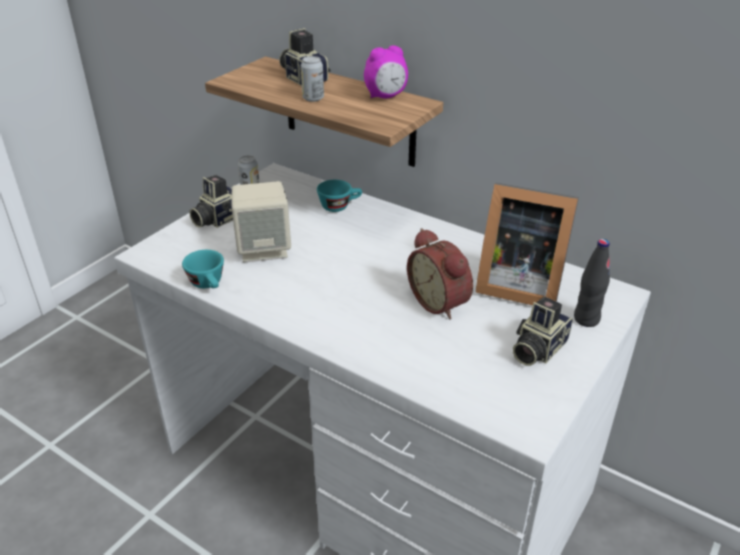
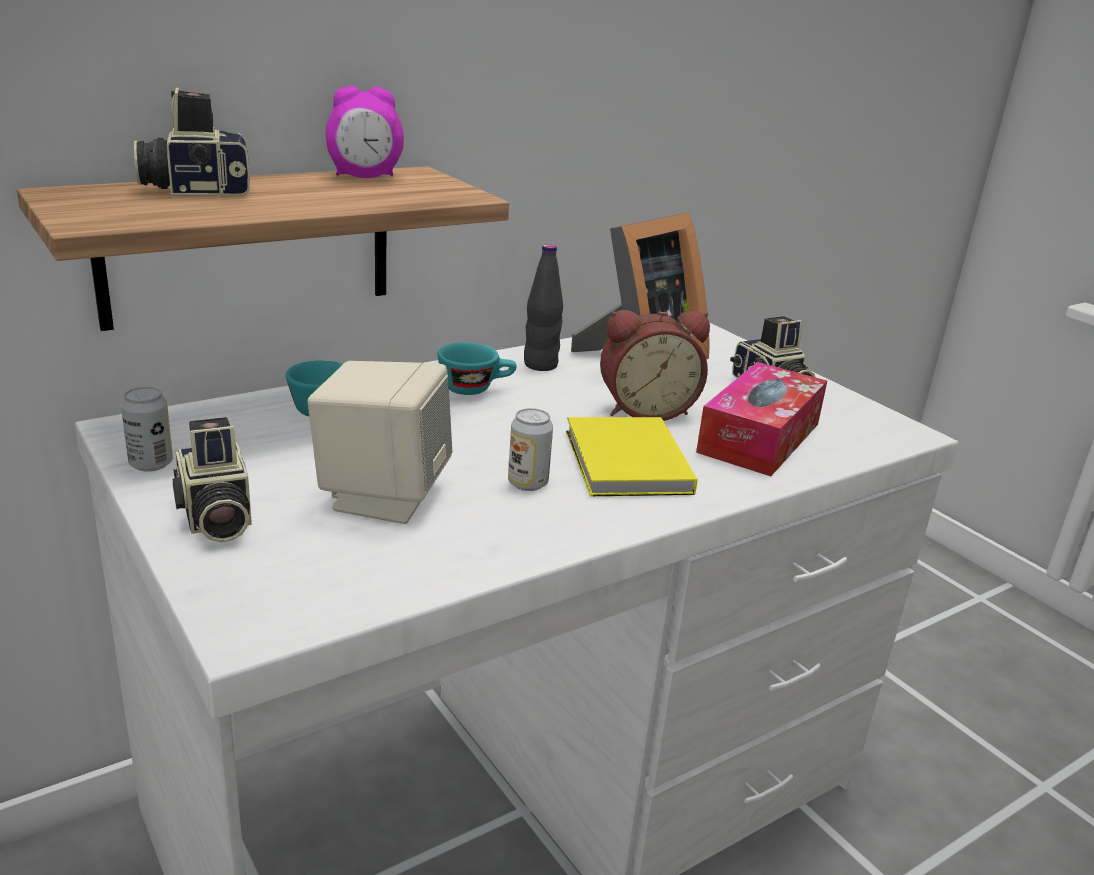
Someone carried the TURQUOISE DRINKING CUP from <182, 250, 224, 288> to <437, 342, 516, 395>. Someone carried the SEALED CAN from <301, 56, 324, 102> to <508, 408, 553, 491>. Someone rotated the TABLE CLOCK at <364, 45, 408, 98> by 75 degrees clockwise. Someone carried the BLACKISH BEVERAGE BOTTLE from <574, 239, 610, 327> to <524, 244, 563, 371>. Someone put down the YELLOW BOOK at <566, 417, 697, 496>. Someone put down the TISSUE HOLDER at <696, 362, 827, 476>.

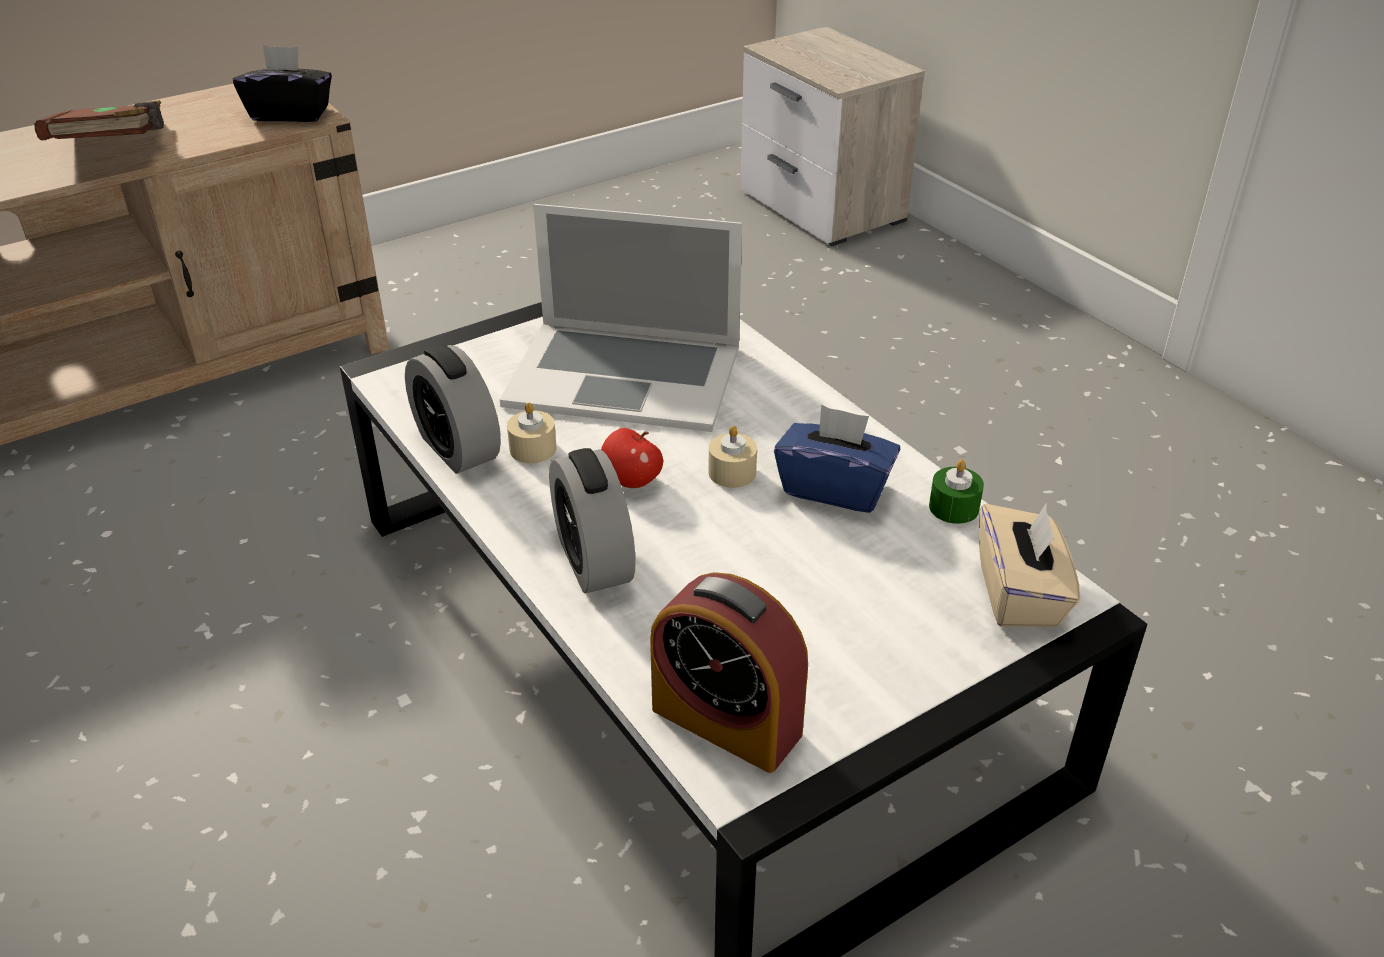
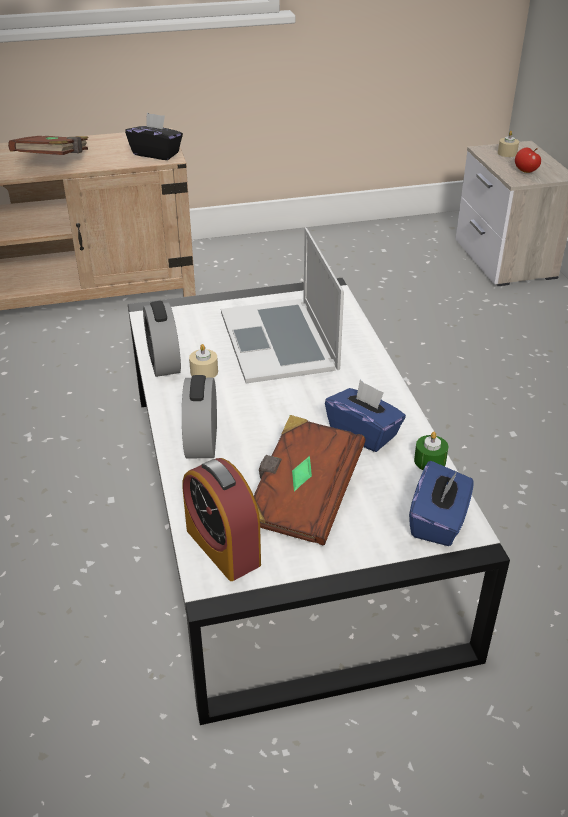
Someone rotated the PORTABLE COMPUTER at <500, 204, 742, 432> by 45 degrees clockwise. Someone carried the APPLE from <601, 428, 663, 488> to <515, 147, 541, 173>. Someone carried the BEIGE WAX LIGHT from <708, 426, 757, 488> to <498, 131, 519, 157>. Someone repainted the BEIGE TISSUE HOLDER at <979, 503, 1080, 627>, which became the BLUISH TISSUE HOLDER at <409, 461, 474, 546>. Someone put down the BROWN BOOK at <254, 415, 366, 545>.

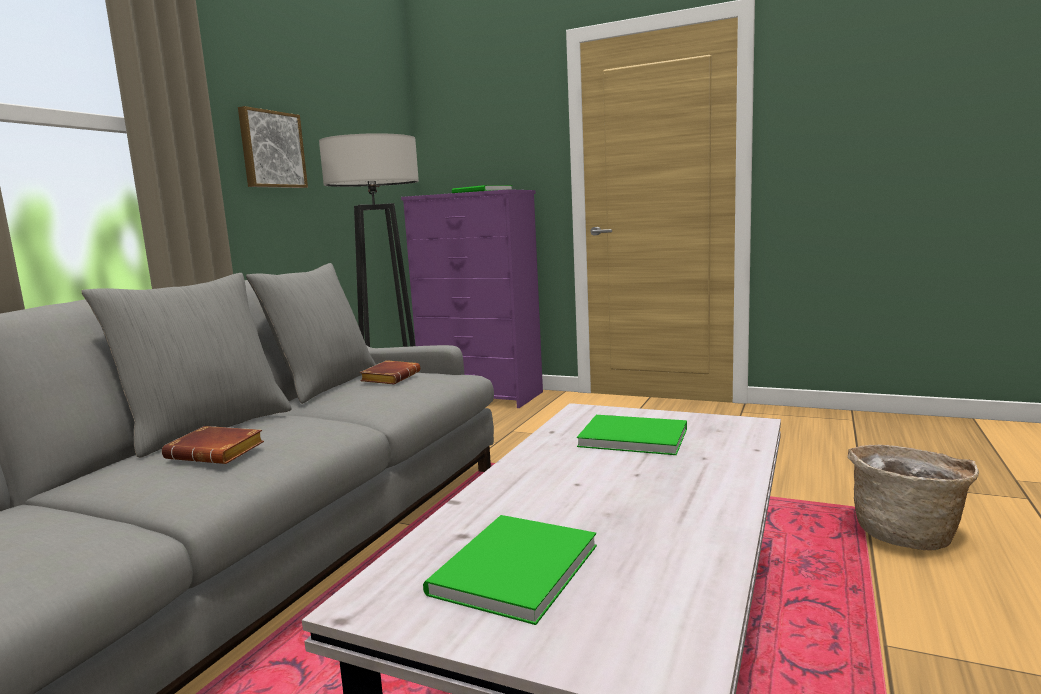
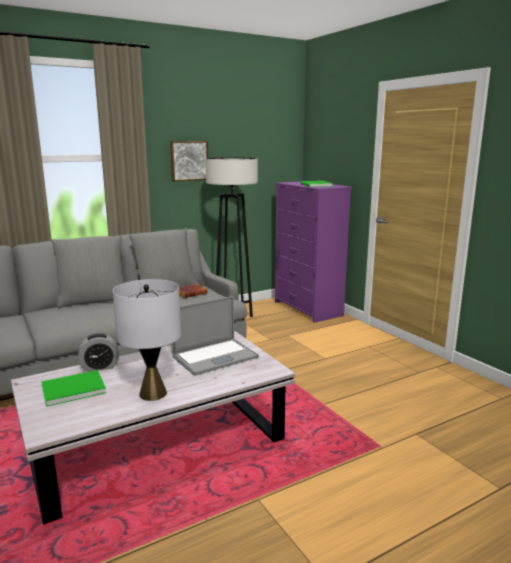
Someone took away the BROWN BOOK at <162, 426, 264, 464>. Someone swapped the GREEN-COLOURED BOOK at <577, 415, 687, 455> for the PORTABLE COMPUTER at <171, 296, 259, 376>. Someone took away the BASKET at <847, 445, 979, 550>. Someone put down the TABLE CLOCK at <78, 333, 119, 372>. Someone put down the GREY TABLE LAMP at <113, 279, 181, 401>.

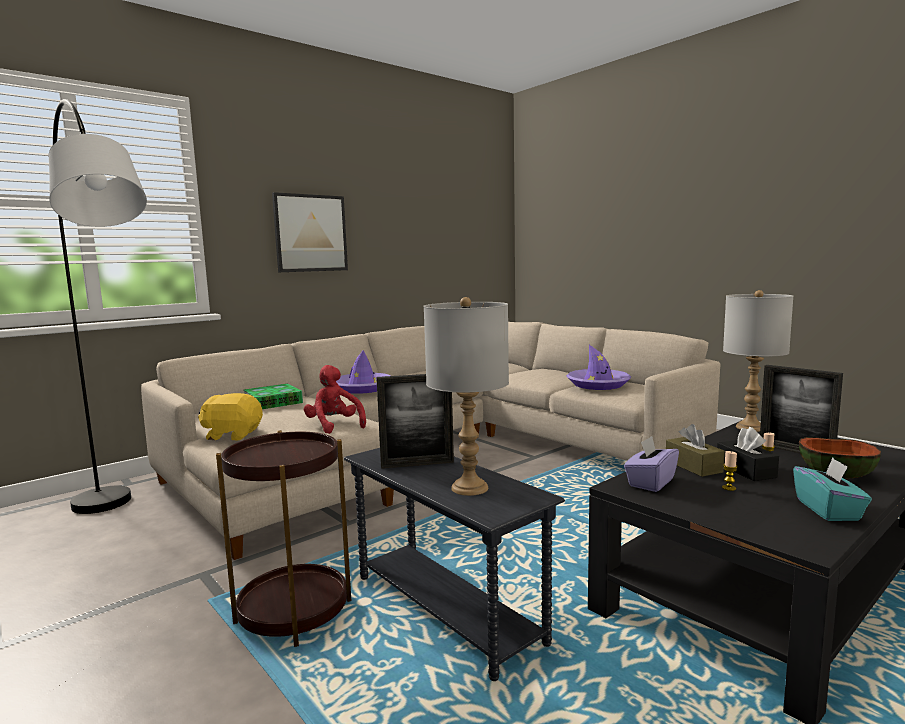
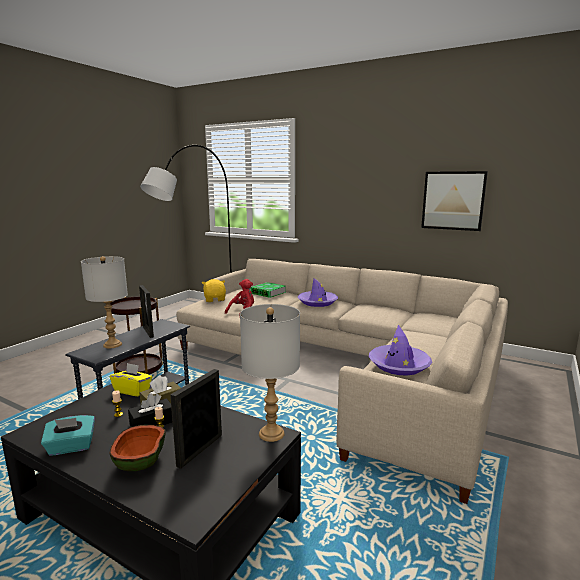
Someone carried the WALL PICTURE from <272, 192, 348, 272> to <421, 171, 488, 231>. Someone repainted the PURPLE-COLOURED TISSUE HOLDER at <624, 436, 679, 492>, which became the YELLOW TISSUE HOLDER at <110, 363, 152, 397>.

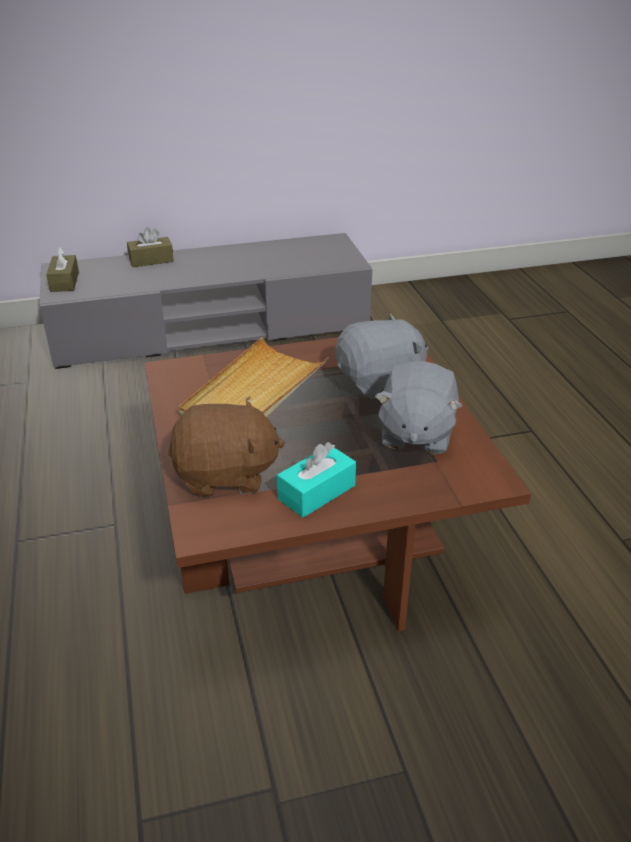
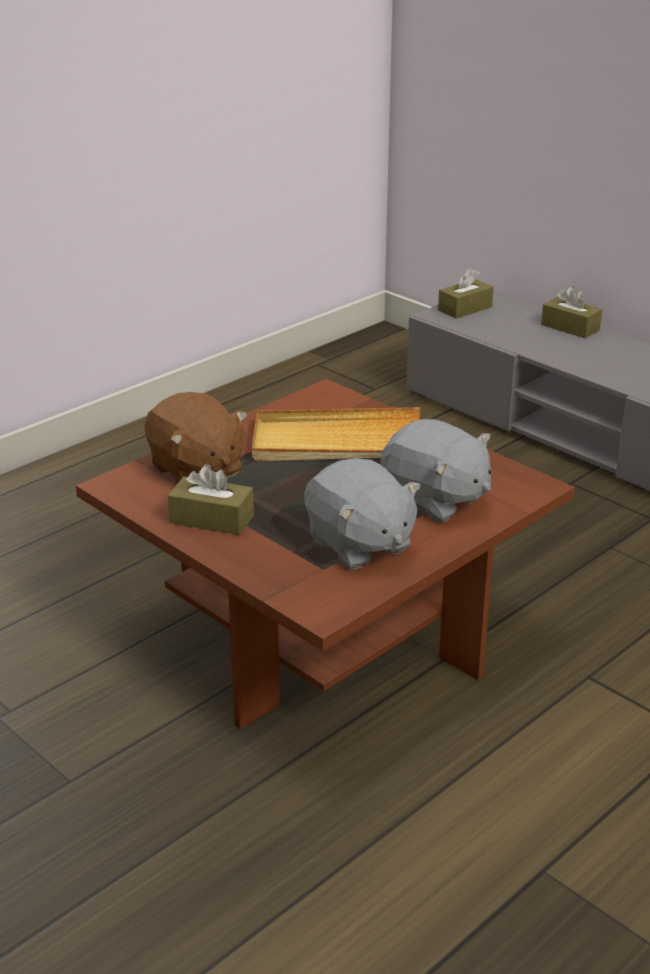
Someone repainted the TURQUOISE TISSUE HOLDER at <277, 442, 356, 518>, which became the BROWN TISSUE HOLDER at <168, 464, 254, 535>. Someone rotated the GREY SOFT TOY at <375, 361, 462, 454> by 105 degrees counterclockwise.

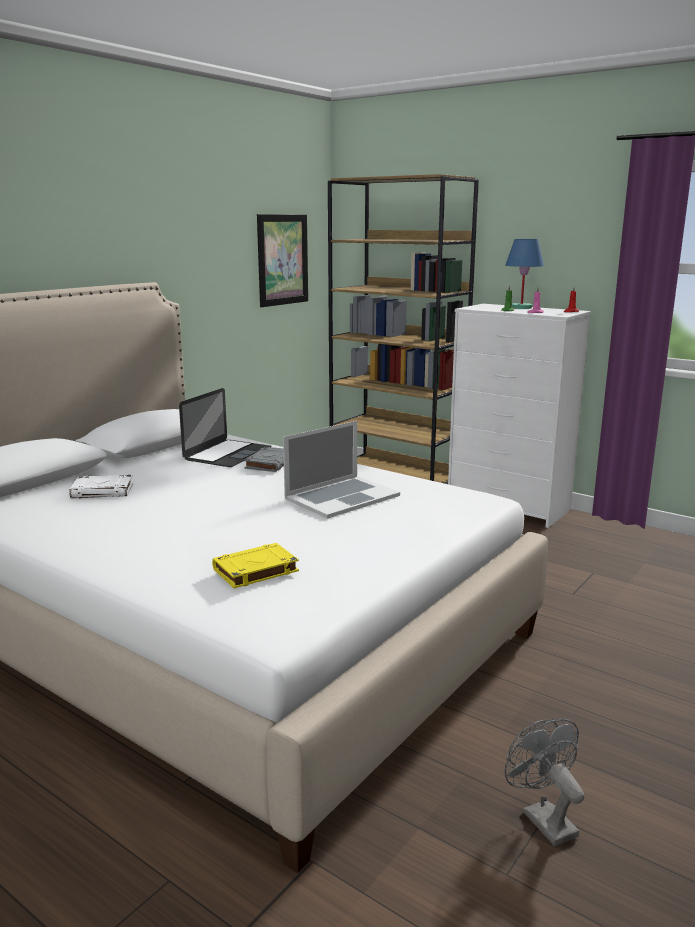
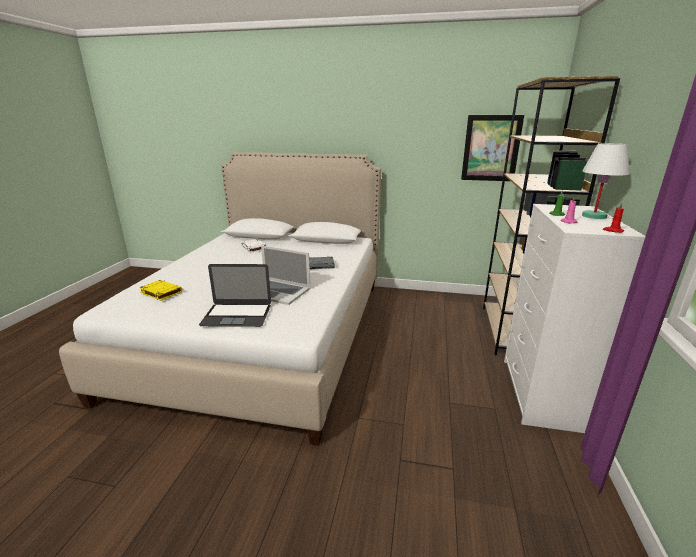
Someone carried the PORTABLE COMPUTER from <179, 388, 272, 467> to <199, 264, 271, 327>. Someone repainted the BLUISH TABLE LAMP at <505, 239, 544, 309>, which became the WHITISH TABLE LAMP at <582, 143, 630, 219>. Someone took away the GREY COOLING FAN at <505, 719, 585, 846>.

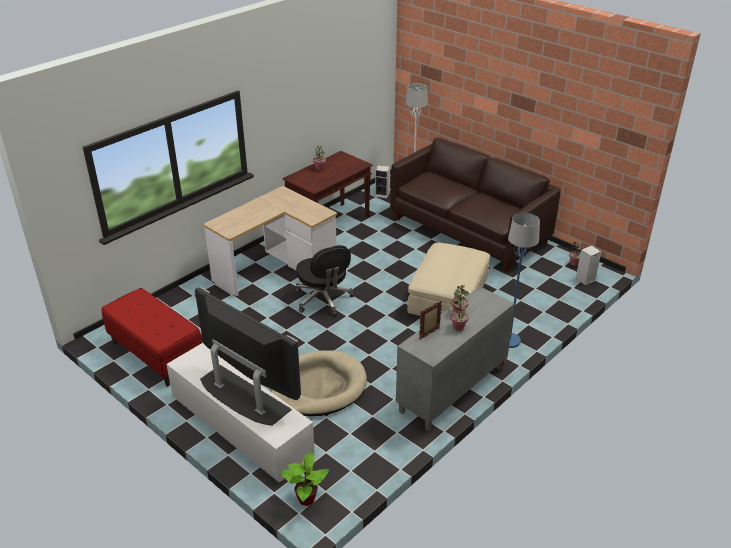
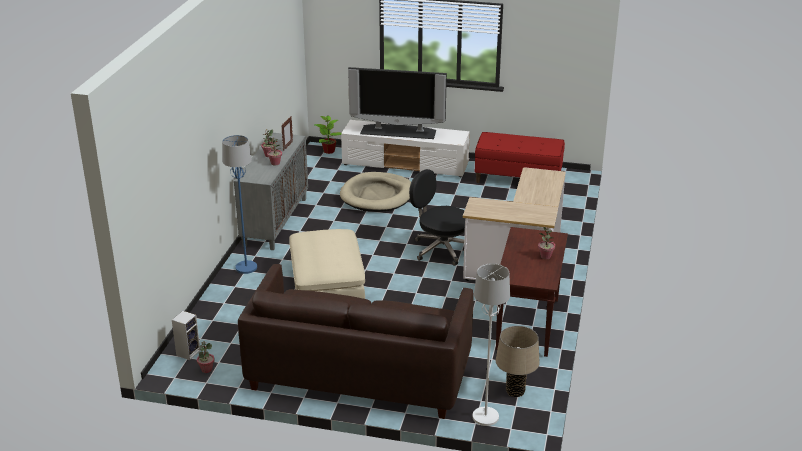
Someone swapped the SPEAKER at <375, 165, 390, 198> for the BEIGE TABLE LAMP at <496, 326, 540, 397>.

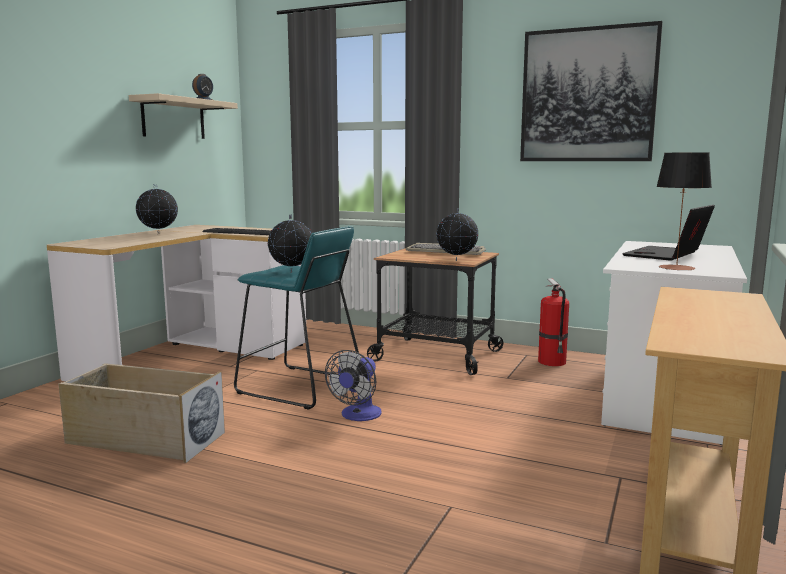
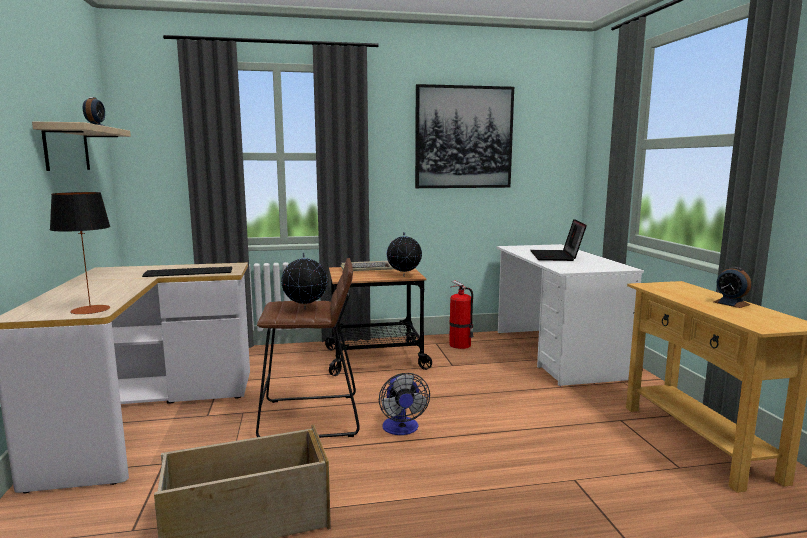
Someone took away the GLOBE at <136, 189, 178, 233>. Someone repainted the TURQUOISE STOOL at <234, 226, 359, 410>, which became the BROWN STOOL at <256, 258, 360, 438>. Someone carried the TABLE LAMP from <656, 153, 712, 270> to <50, 192, 111, 314>. Someone put down the TABLE CLOCK at <713, 267, 752, 308>.

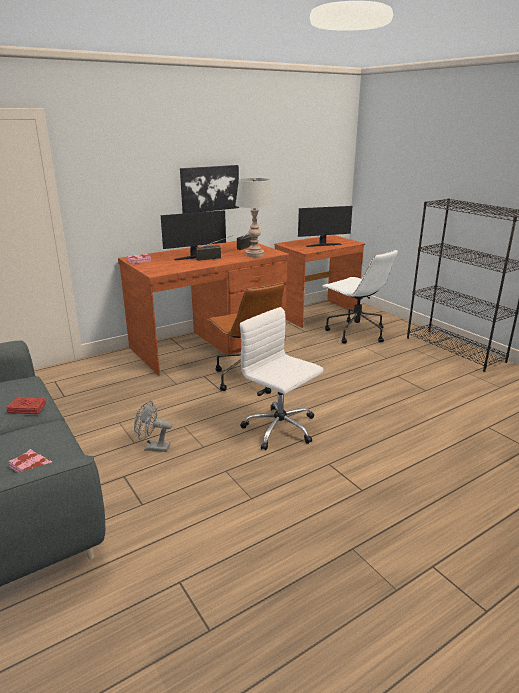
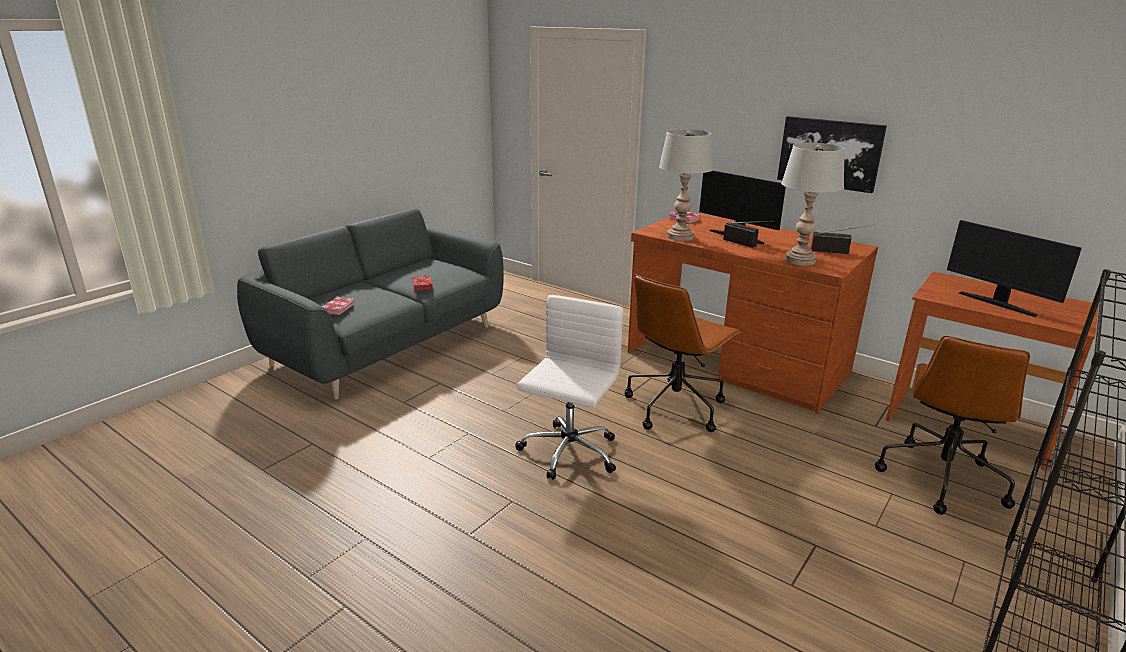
Someone took away the GREY COOLING FAN at <134, 401, 172, 452>. Someone repainted the WHITISH COMPUTER CHAIR at <321, 249, 398, 344>, which became the BROWN COMPUTER CHAIR at <875, 335, 1030, 515>. Someone put down the GREY TABLE LAMP at <659, 129, 714, 241>.

